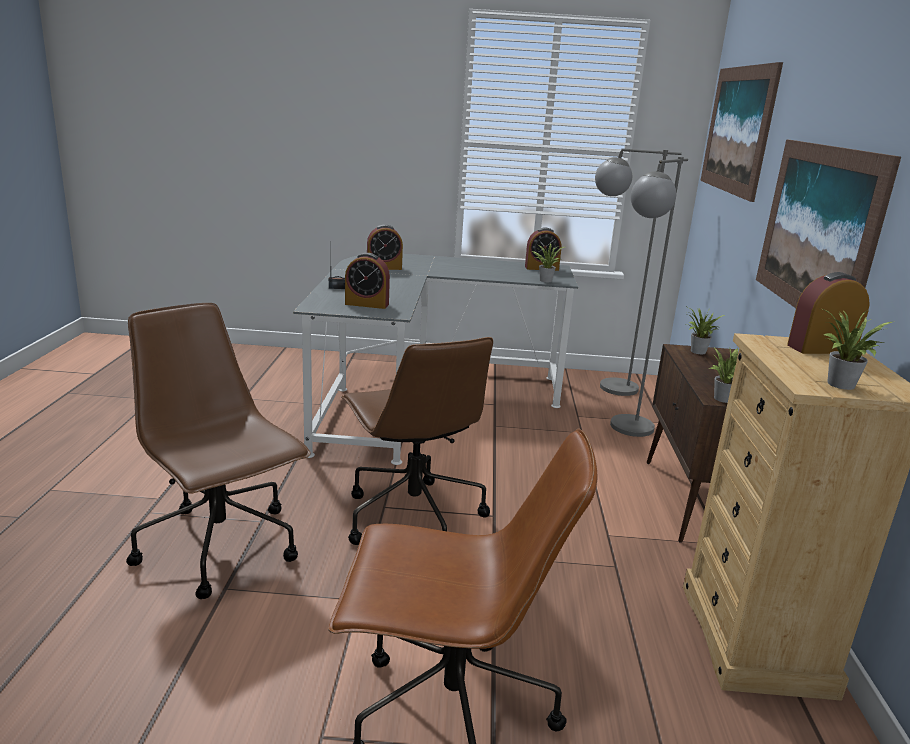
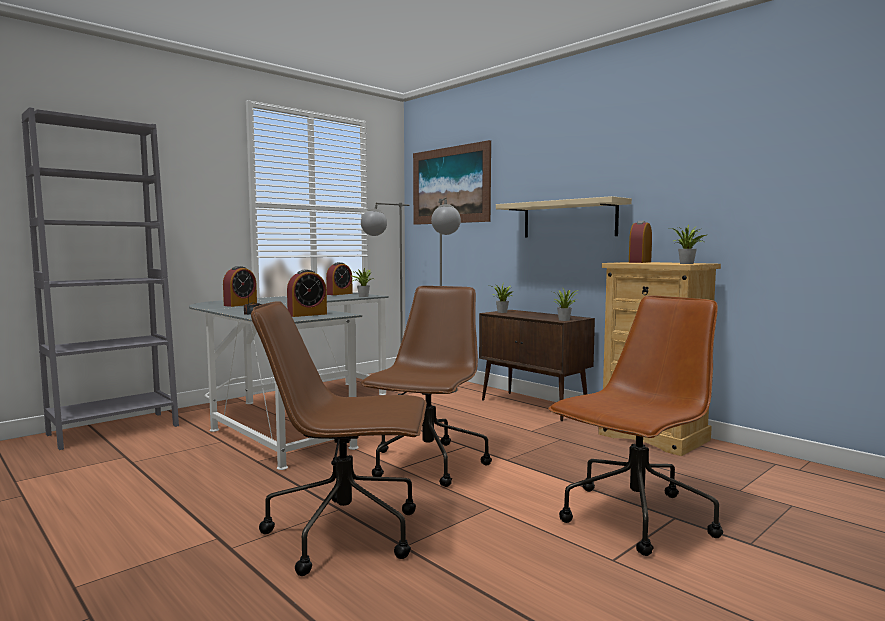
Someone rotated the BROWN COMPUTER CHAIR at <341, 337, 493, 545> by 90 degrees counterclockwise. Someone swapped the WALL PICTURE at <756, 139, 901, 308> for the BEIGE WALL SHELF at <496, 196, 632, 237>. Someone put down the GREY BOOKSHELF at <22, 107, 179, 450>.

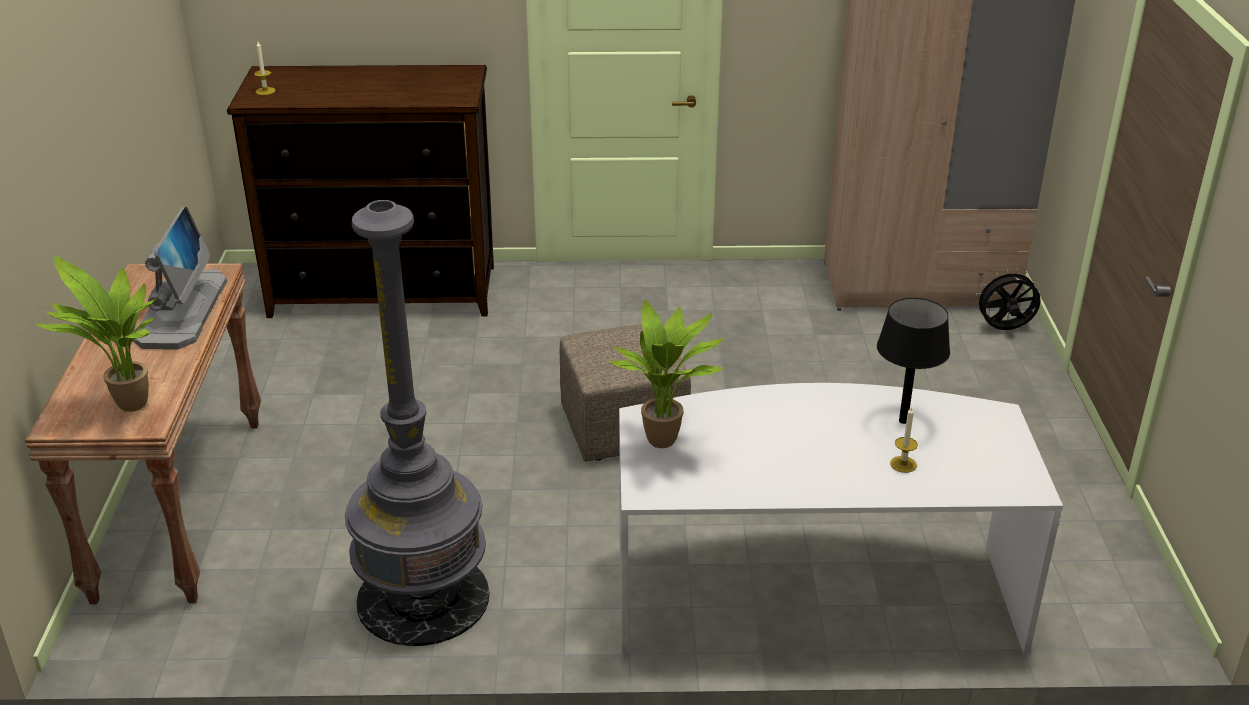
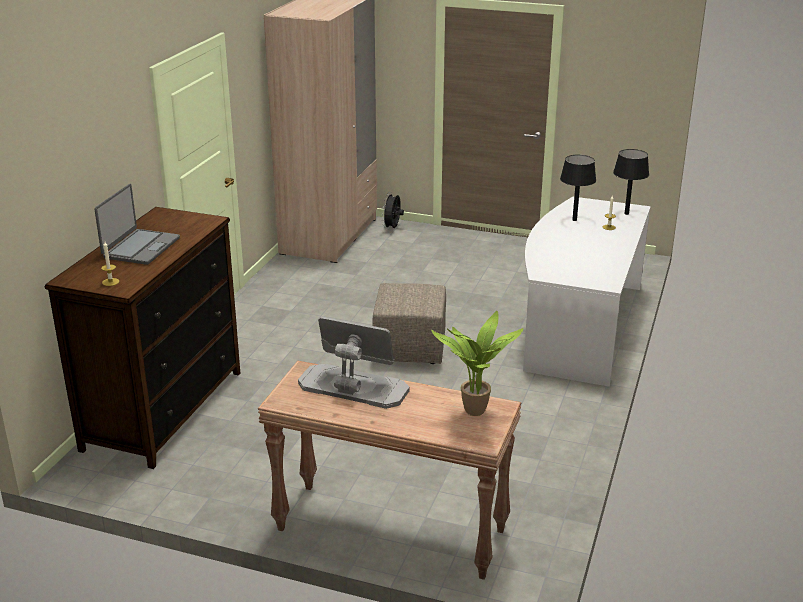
Someone took away the GREY FLOOR LAMP at <345, 200, 489, 646>. Someone took away the POTTED PLANT at <609, 300, 725, 448>. Someone put down the PORTABLE COMPUTER at <94, 184, 180, 265>. Someone put down the BLACKISH TABLE LAMP at <613, 149, 649, 215>.

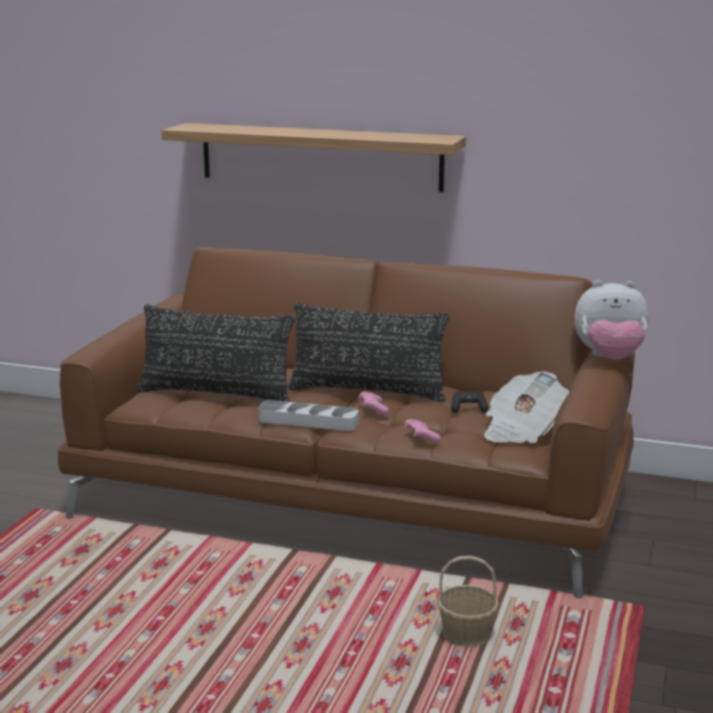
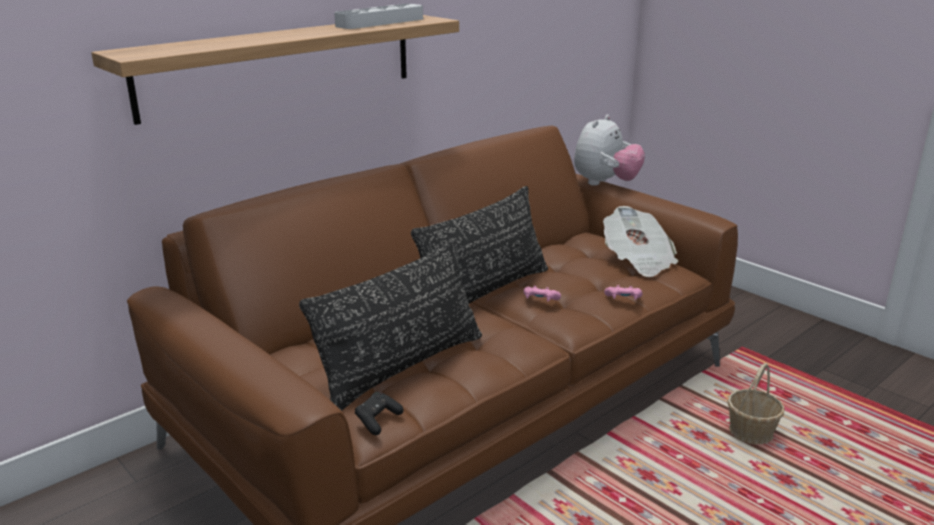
Someone carried the GREY TRAY from <258, 400, 359, 431> to <334, 4, 423, 29>. Someone carried the BLACKISH JOYPAD from <451, 391, 488, 413> to <355, 392, 404, 435>.

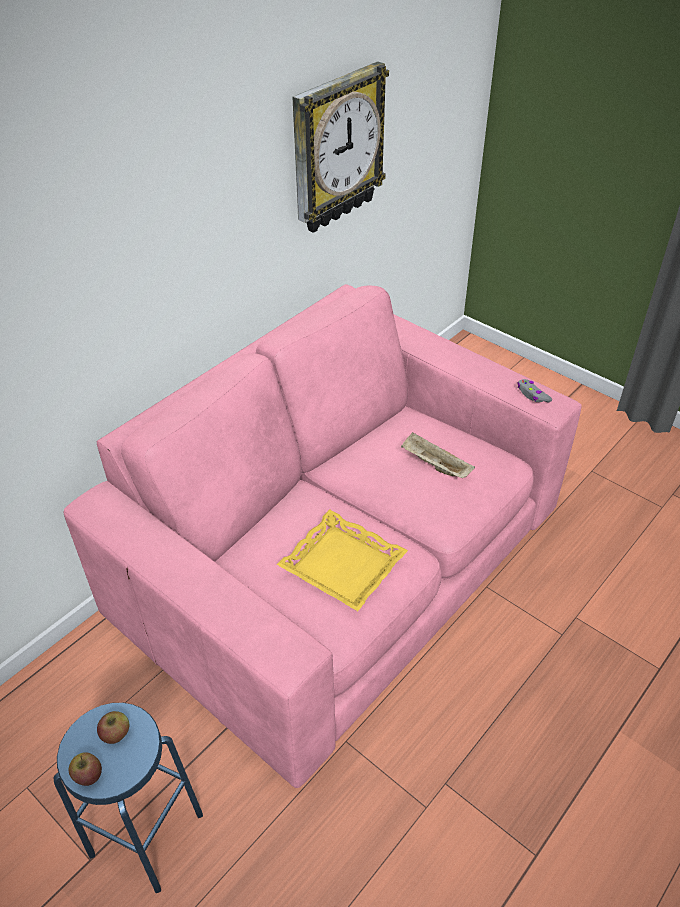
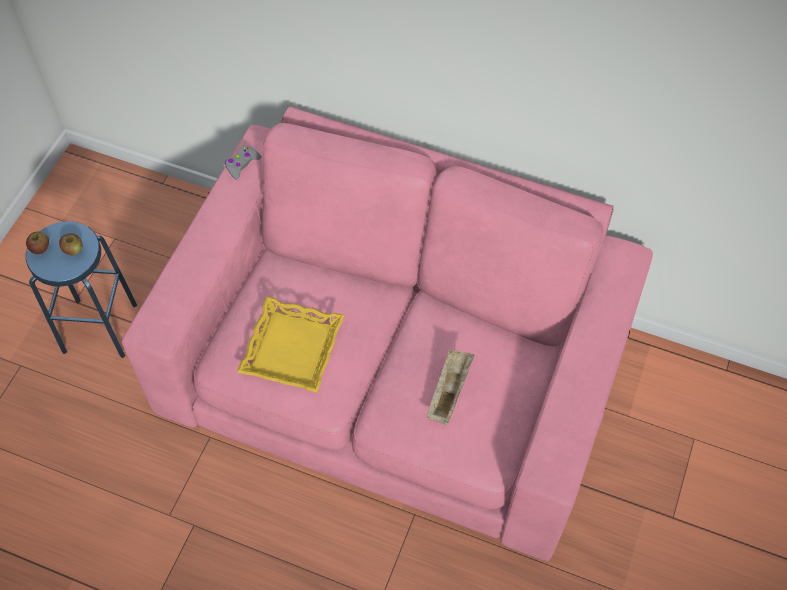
Someone took away the HANGING CLOCK at <292, 62, 389, 233>. Someone carried the GREY JOYPAD from <517, 379, 552, 402> to <225, 145, 261, 180>.

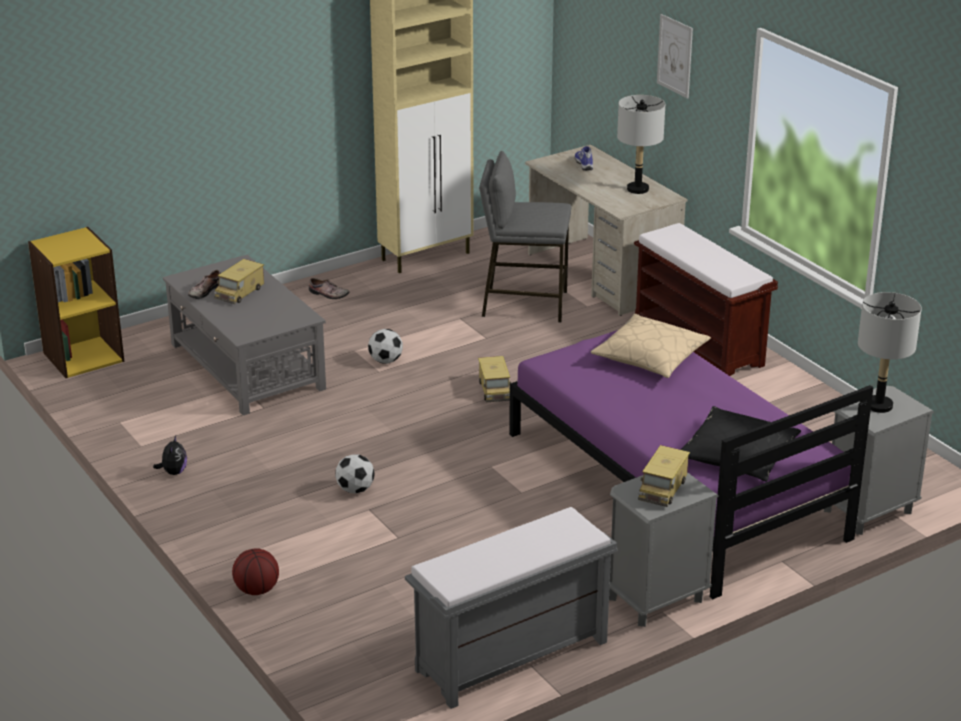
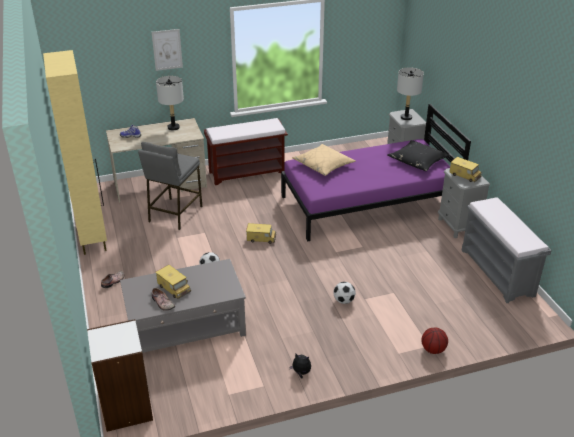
Someone repainted the YELLOW BOOKSHELF at <28, 227, 124, 378>, which became the WHITISH BOOKSHELF at <87, 319, 153, 432>.

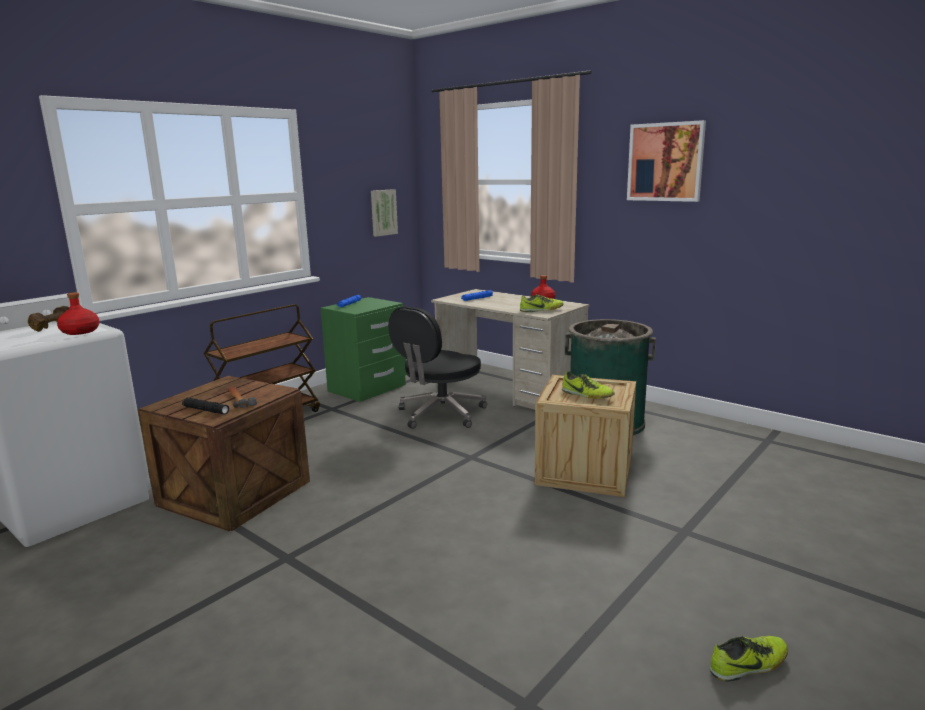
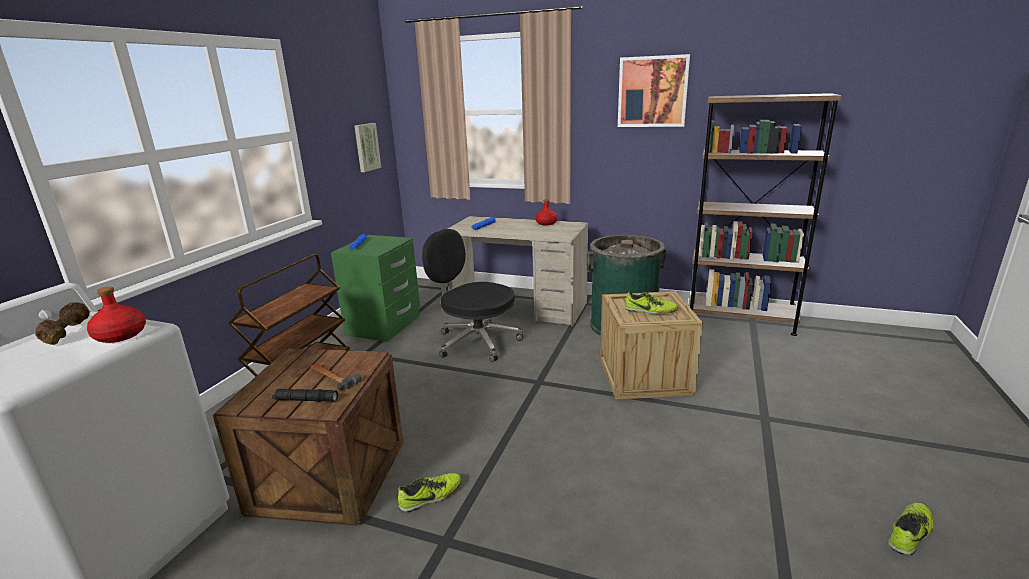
Someone rotated the BLACKISH COMPUTER CHAIR at <388, 306, 487, 429> by 105 degrees clockwise. Someone carried the LOW SHOE from <520, 294, 563, 312> to <398, 473, 462, 512>. Someone put down the BROWN BOOKSHELF at <689, 93, 842, 336>.

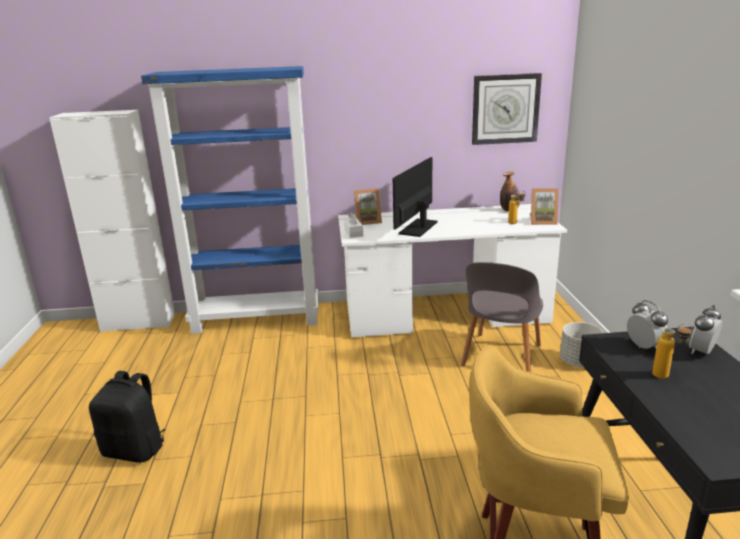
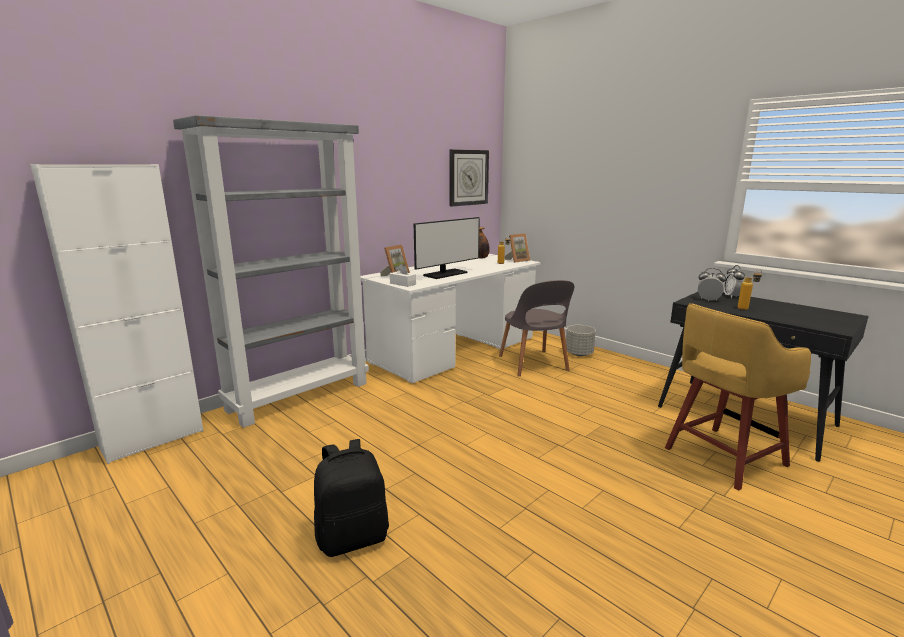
Someone repainted the BLUISH BOOKSHELF at <141, 66, 319, 334>, which became the GREY BOOKSHELF at <173, 115, 369, 428>. Someone rotated the COMPUTER SCREEN at <393, 157, 437, 237> by 120 degrees counterclockwise.

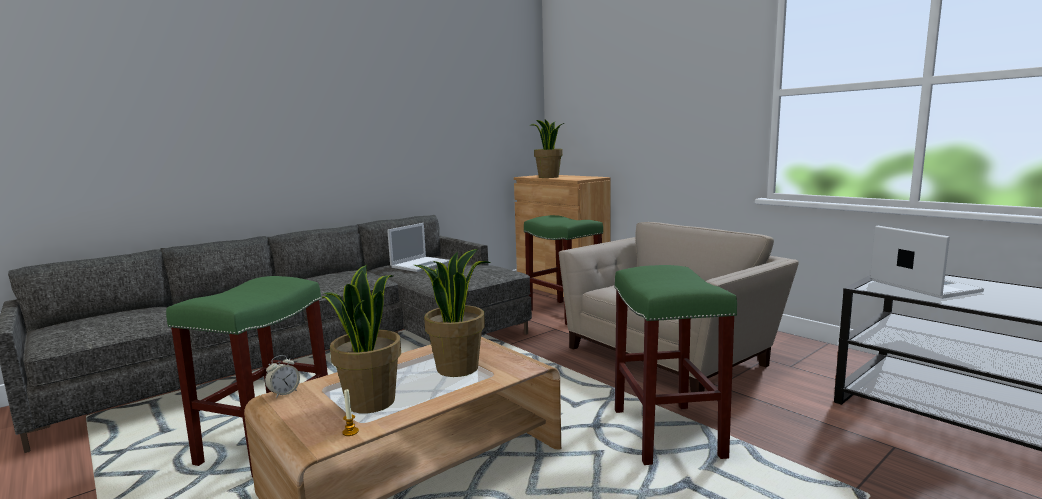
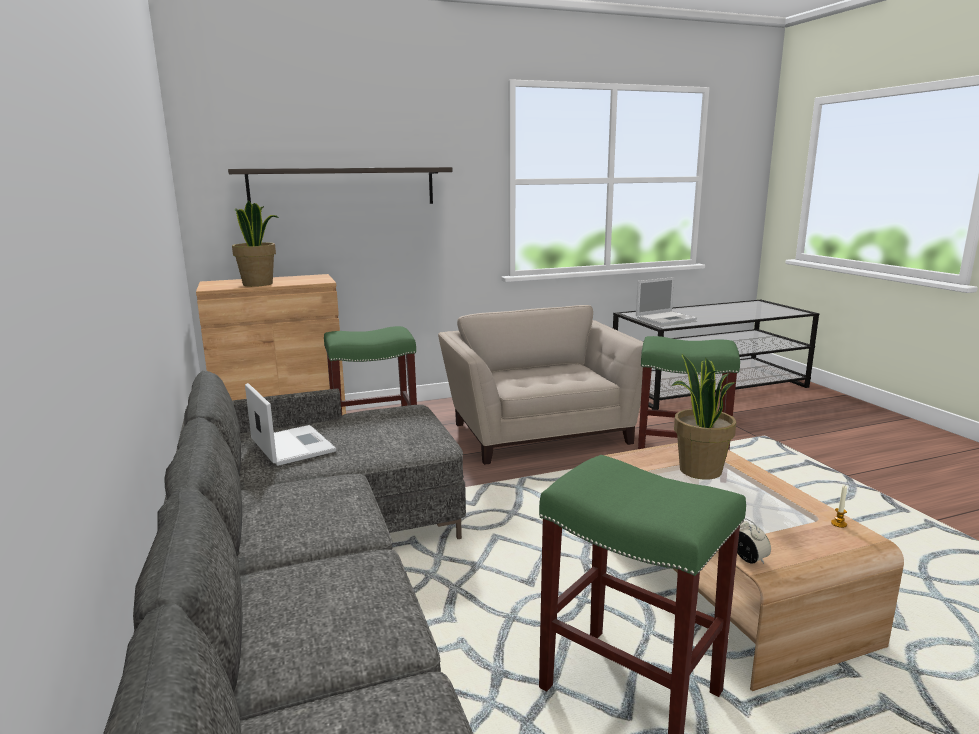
Someone took away the POTTED PLANT at <322, 265, 401, 414>. Someone rotated the PORTABLE COMPUTER at <870, 226, 984, 299> by 150 degrees clockwise. Someone put up the WALL SHELF at <228, 167, 453, 204>.

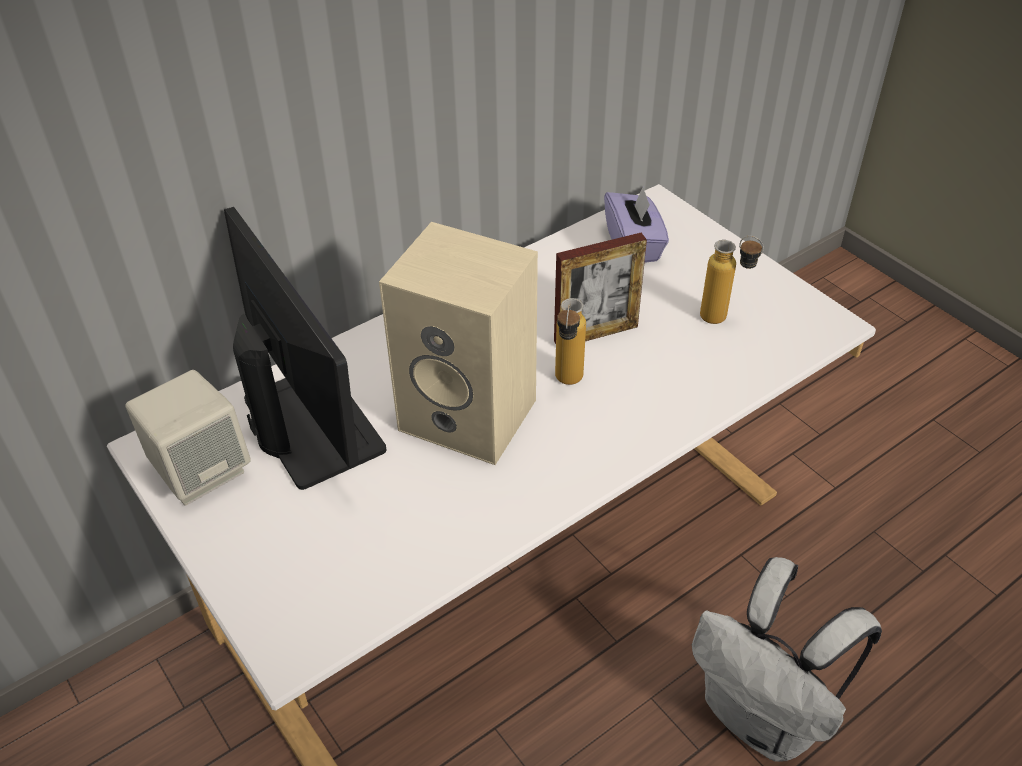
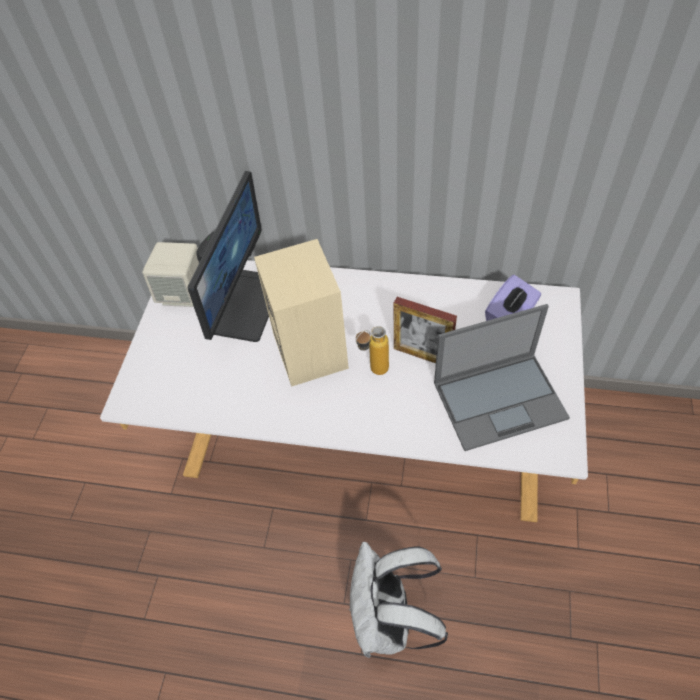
Someone swapped the BEVERAGE BOTTLE at <700, 236, 764, 324> for the PORTABLE COMPUTER at <434, 304, 570, 451>.

